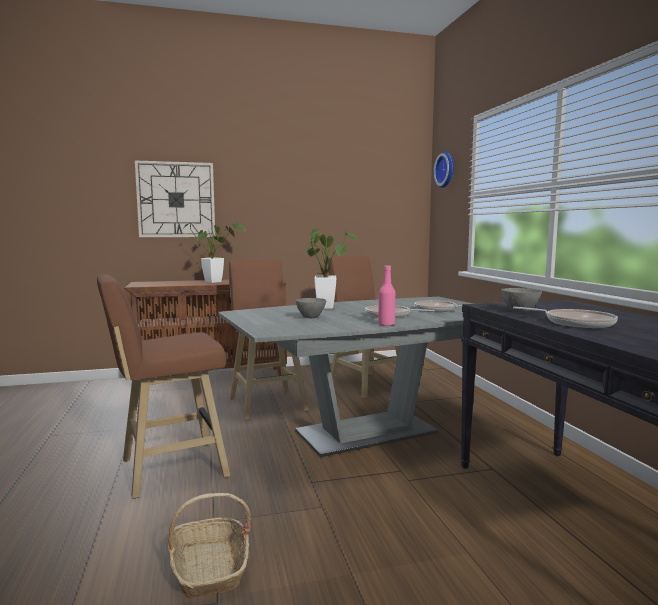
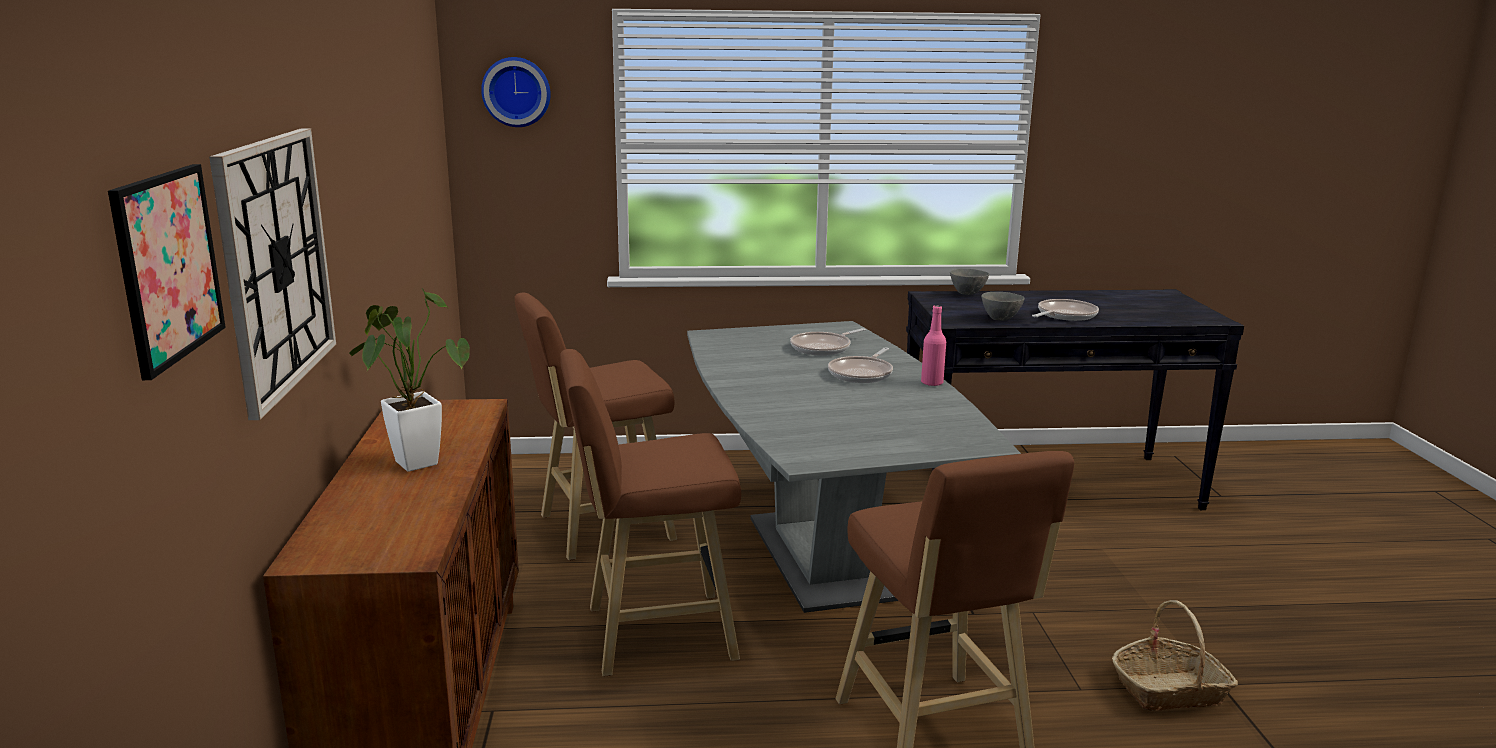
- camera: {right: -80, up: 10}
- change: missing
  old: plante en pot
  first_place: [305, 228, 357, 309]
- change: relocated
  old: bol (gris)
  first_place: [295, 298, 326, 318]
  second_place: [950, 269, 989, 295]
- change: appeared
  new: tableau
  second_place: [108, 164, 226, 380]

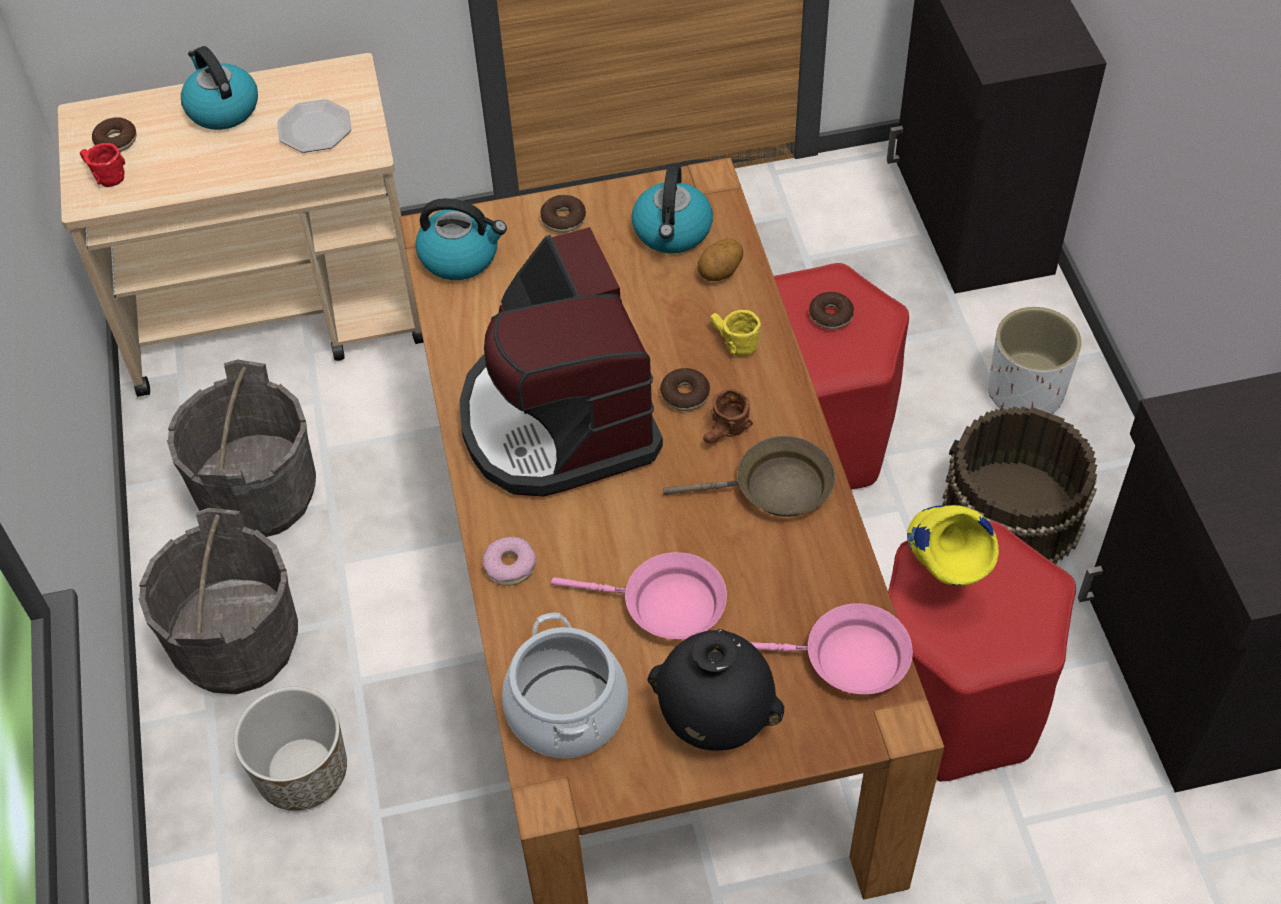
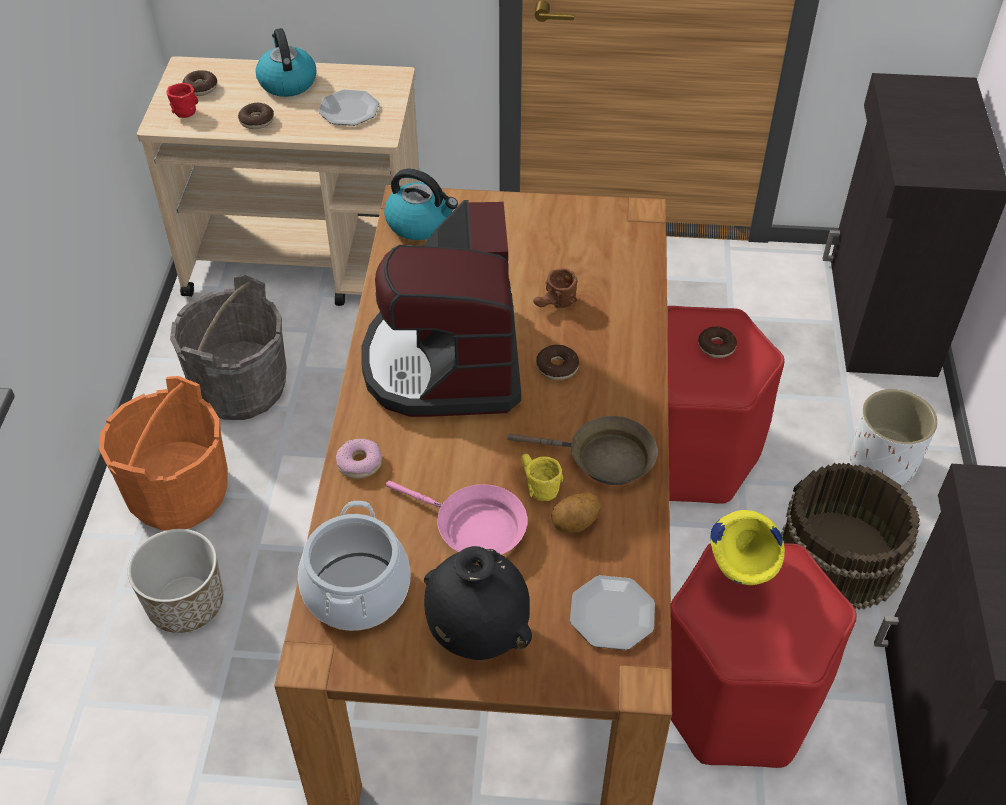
- camera: {right: 15, up: -5}
- change: missing
  old: bouilloire
  first_place: [632, 164, 713, 253]
- change: relocated
  old: beignet
  first_place: [540, 195, 586, 233]
  second_place: [238, 103, 274, 129]
- change: relocated
  old: pomme de terre
  first_place: [698, 238, 743, 281]
  second_place: [551, 492, 602, 533]
- change: relocated
  old: mug (jaune)
  first_place: [710, 310, 761, 357]
  second_place: [521, 454, 563, 501]
- change: relocated
  old: mug (marron)
  first_place: [703, 389, 753, 444]
  second_place: [533, 268, 577, 308]
- change: colour
  old: seau (gris)
  new: seau (orange)
  first_place: [138, 508, 298, 694]
  second_place: [99, 376, 228, 531]
- change: exchanged
  old: poêle (rose)
  new: assiette
  first_place: [750, 604, 913, 694]
  second_place: [570, 575, 655, 650]

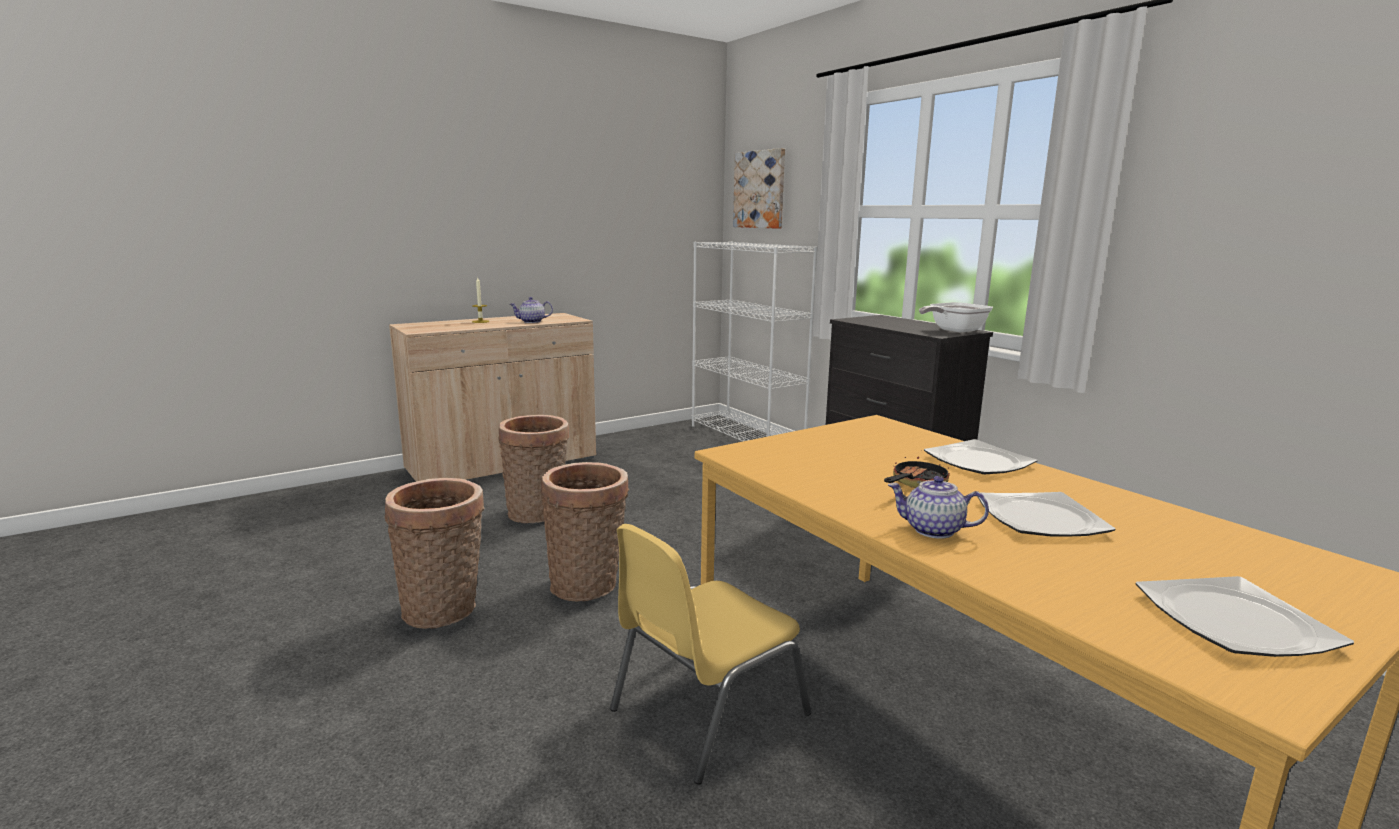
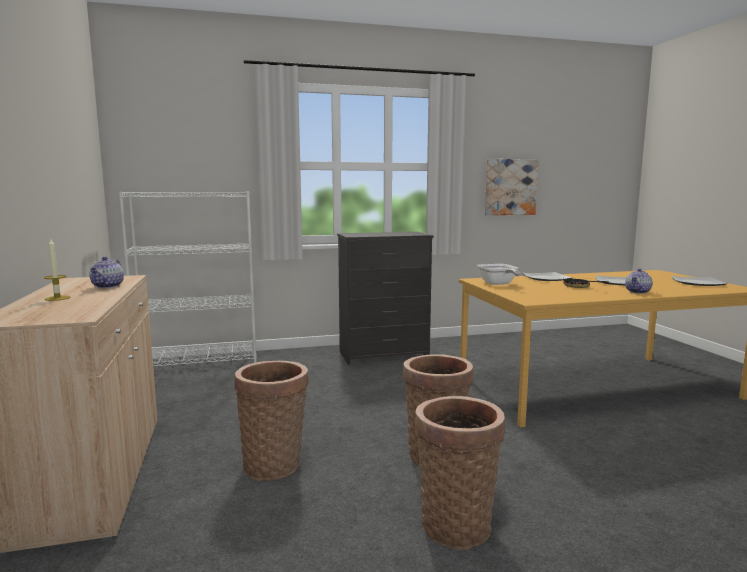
- camera: {right: -70, up: -5}
- change: relocated
  old: tableau
  first_place: [733, 148, 785, 229]
  second_place: [485, 159, 539, 215]
- change: relocated
  old: poêle
  first_place: [919, 302, 993, 333]
  second_place: [477, 264, 520, 285]
- change: missing
  old: chaise (jaune)
  first_place: [610, 524, 811, 785]

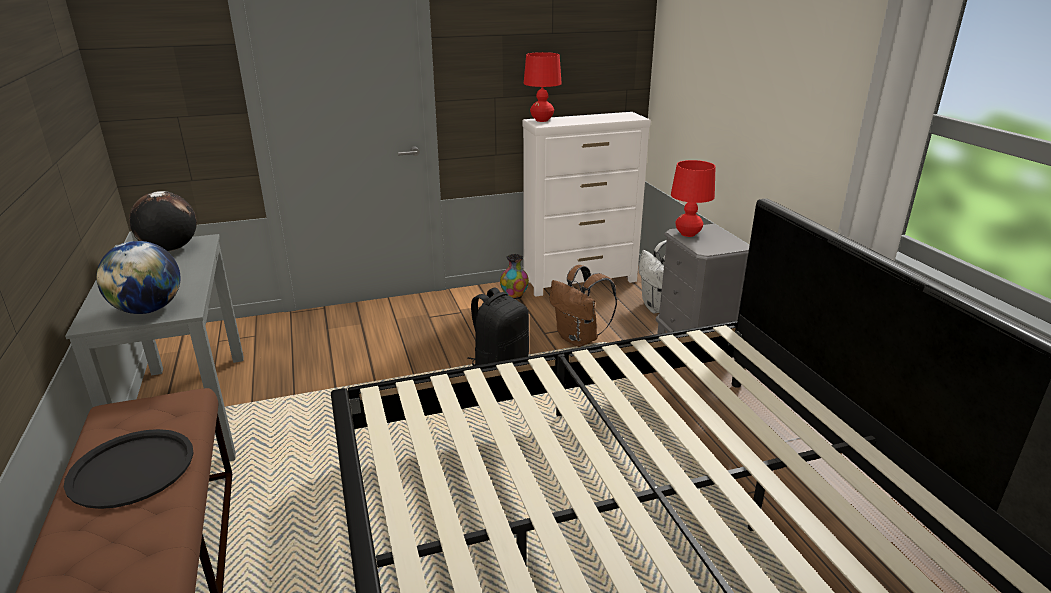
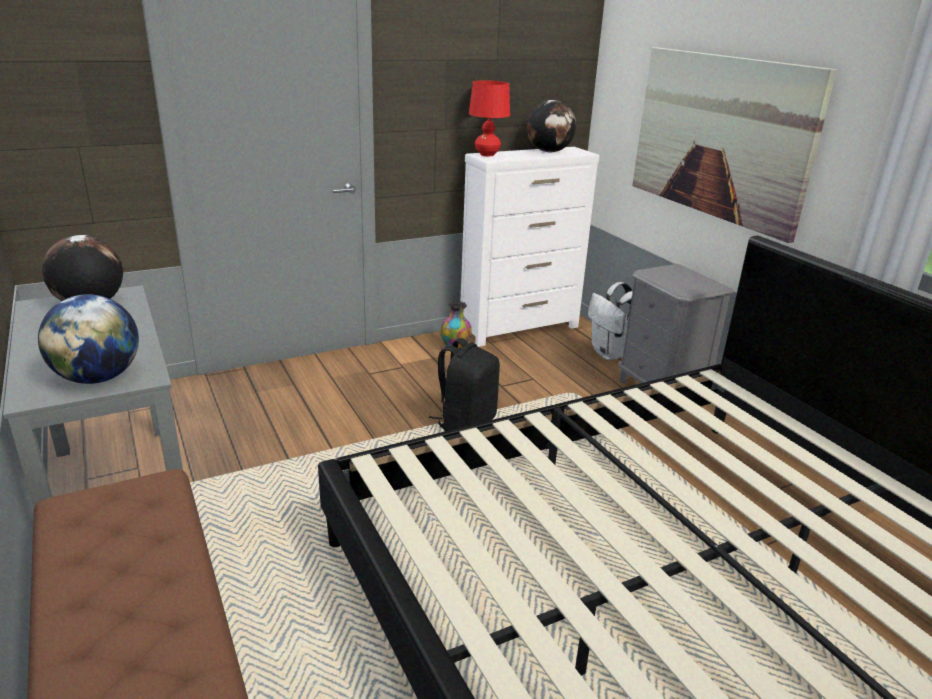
- camera: {right: -10, up: 0}
- change: missing
  old: lampe de table (rouge)
  first_place: [671, 160, 716, 237]
- change: missing
  old: sac à dos (marron)
  first_place: [550, 265, 617, 347]
- change: missing
  old: plateau (noir)
  first_place: [64, 429, 194, 509]
- change: appeared
  new: tableau
  second_place: [632, 47, 837, 243]
- change: appeared
  new: globe
  second_place: [527, 100, 576, 152]

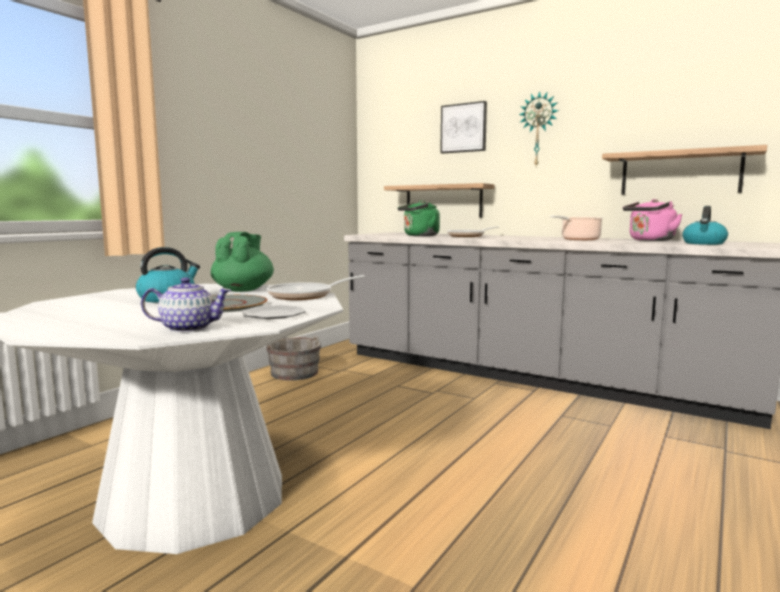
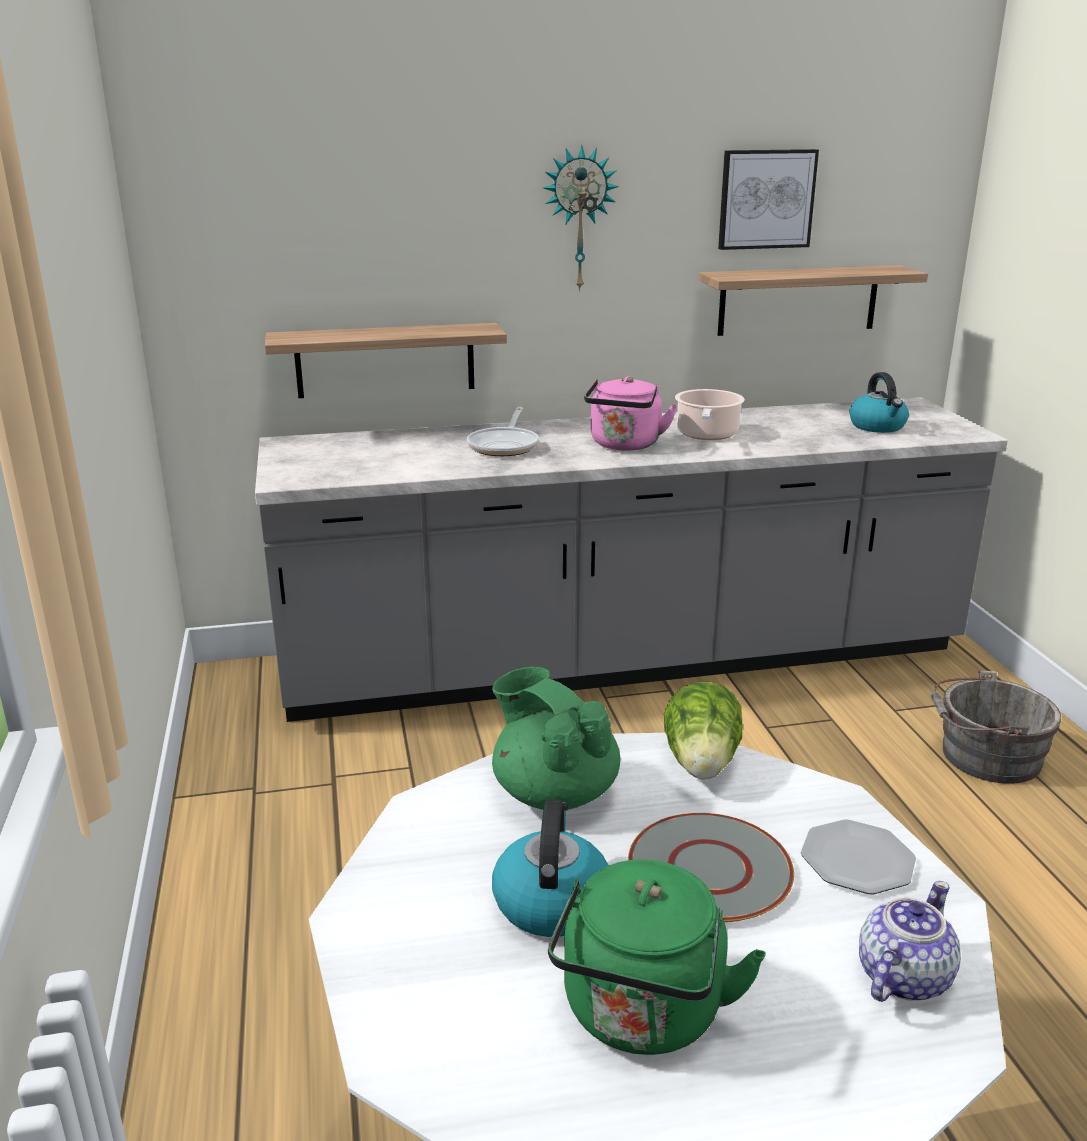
- camera: {right: -45, up: 15}
- change: relocated
  old: tableau
  first_place: [440, 101, 487, 154]
  second_place: [718, 149, 819, 250]
- change: relocated
  old: bouilloire (rose)
  first_place: [623, 199, 683, 241]
  second_place: [584, 376, 677, 451]
- change: relocated
  old: bouilloire (vert)
  first_place: [398, 201, 440, 236]
  second_place: [548, 860, 766, 1055]
- change: exchanged
  old: poêle
  new: laitue
  first_place: [267, 275, 365, 300]
  second_place: [664, 682, 742, 779]
- change: relocated
  old: seau (gris)
  first_place: [266, 336, 321, 381]
  second_place: [931, 670, 1061, 784]

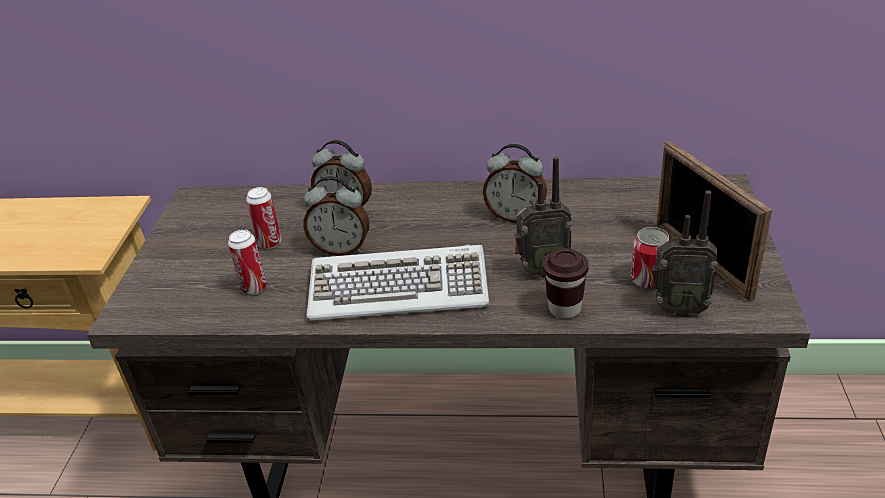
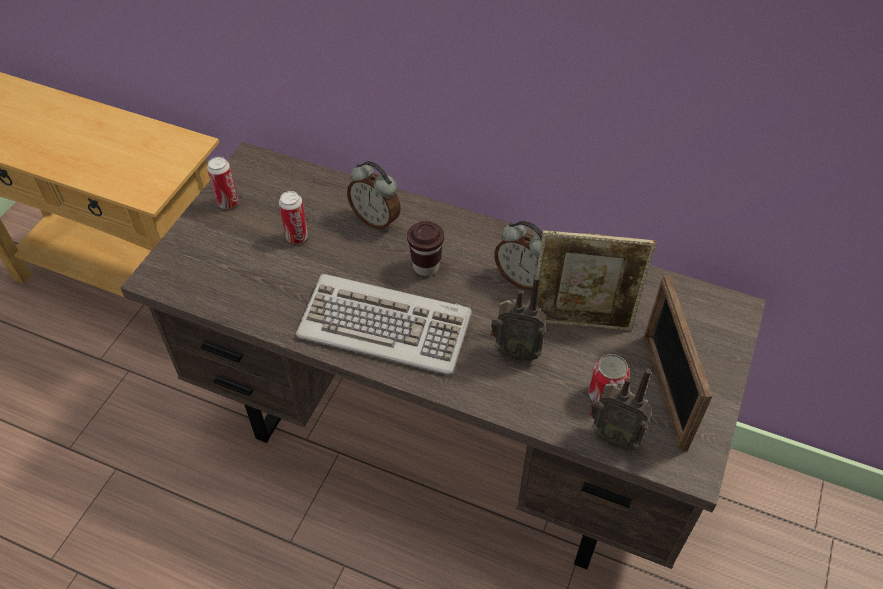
- camera: {right: 15, up: 15}
- change: missing
  old: réveil
  first_place: [304, 176, 369, 256]
- change: relocated
  old: boîte métallique
  first_place: [228, 229, 267, 295]
  second_place: [207, 157, 238, 209]
- change: relocated
  old: tasse (marron)
  first_place: [543, 248, 589, 319]
  second_place: [407, 221, 444, 276]
- change: appeared
  new: cadre photo
  second_place: [536, 230, 656, 331]

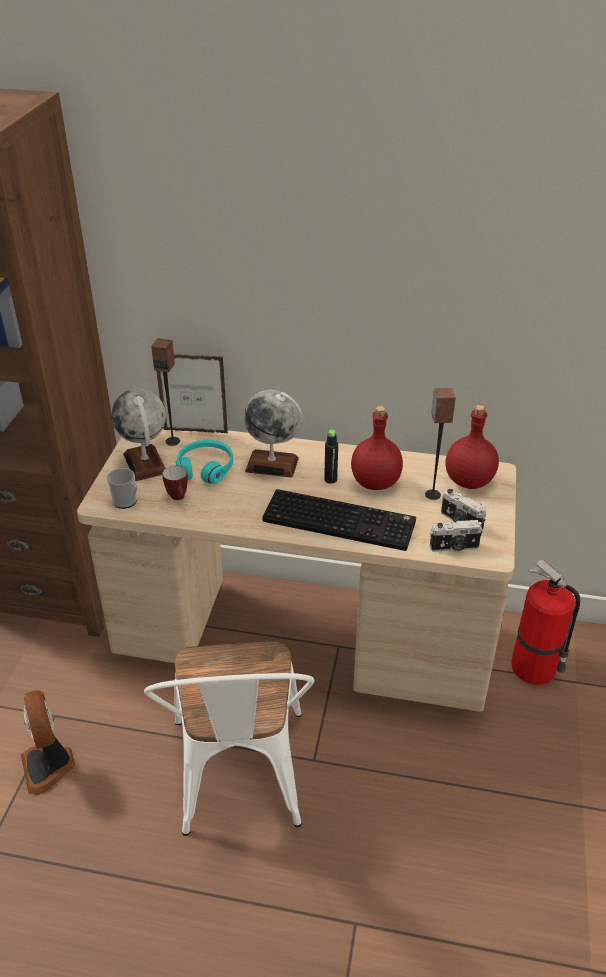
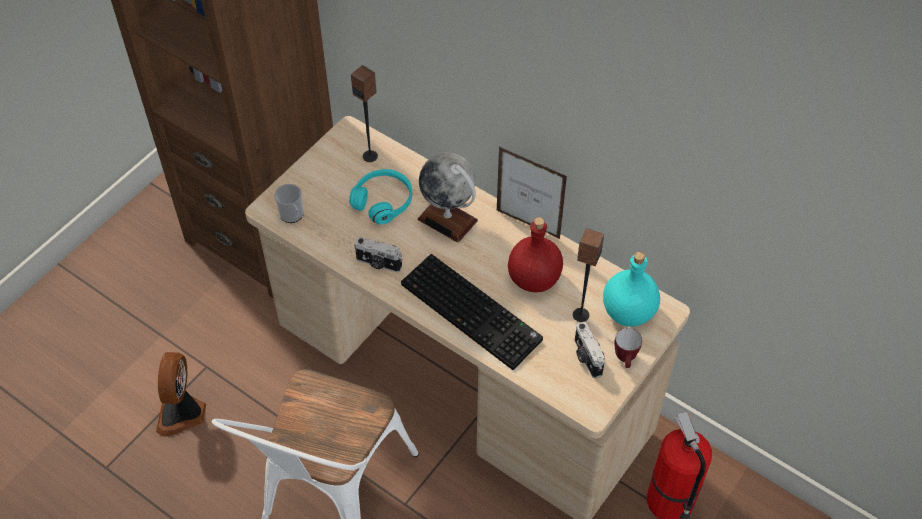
- camera: {right: 25, up: 15}
- change: relocated
  old: cadre photo
  first_place: [157, 354, 228, 433]
  second_place: [497, 147, 567, 239]
- change: missing
  old: globe
  first_place: [111, 389, 166, 481]
- change: colour
  old: bouteille (rouge)
  new: bouteille (turquoise)
  first_place: [445, 405, 499, 489]
  second_place: [603, 252, 660, 327]
- change: missing
  old: bouteille (noir)
  first_place: [324, 430, 338, 484]
- change: relocated
  old: mug
  first_place: [162, 465, 188, 500]
  second_place: [614, 328, 642, 368]
- change: relocated
  old: appareil photo
  first_place: [430, 520, 483, 552]
  second_place: [354, 237, 403, 272]

